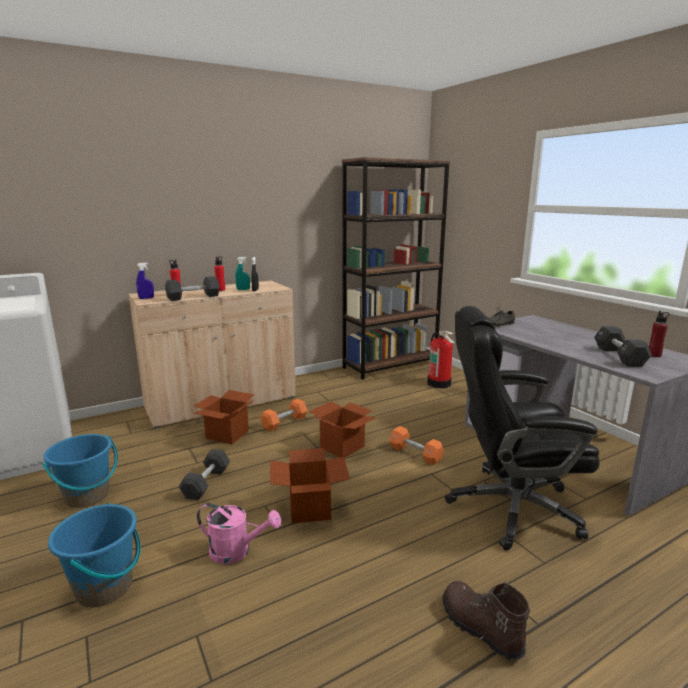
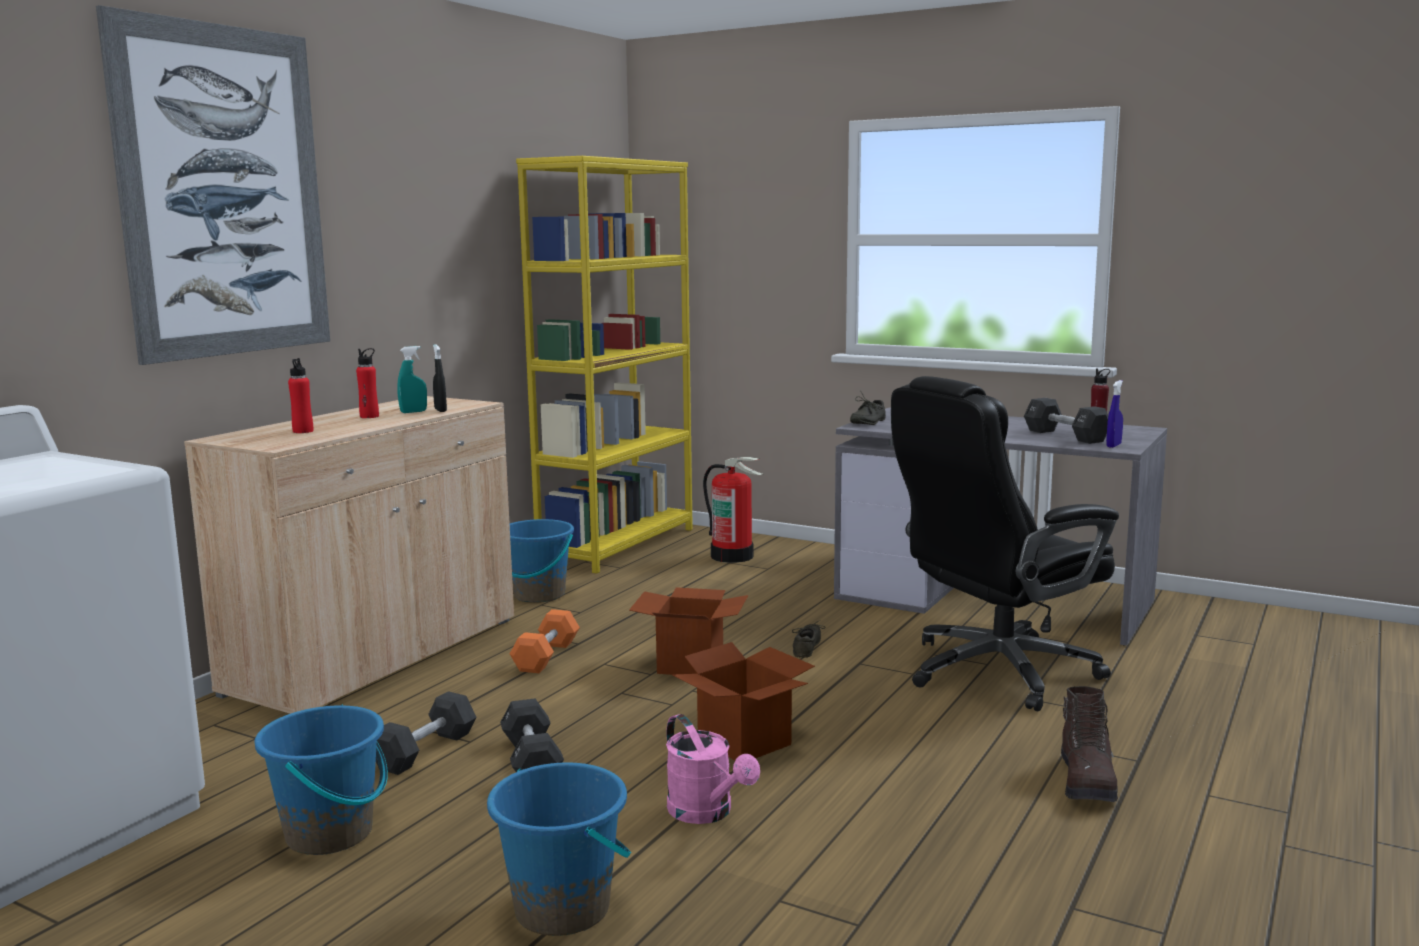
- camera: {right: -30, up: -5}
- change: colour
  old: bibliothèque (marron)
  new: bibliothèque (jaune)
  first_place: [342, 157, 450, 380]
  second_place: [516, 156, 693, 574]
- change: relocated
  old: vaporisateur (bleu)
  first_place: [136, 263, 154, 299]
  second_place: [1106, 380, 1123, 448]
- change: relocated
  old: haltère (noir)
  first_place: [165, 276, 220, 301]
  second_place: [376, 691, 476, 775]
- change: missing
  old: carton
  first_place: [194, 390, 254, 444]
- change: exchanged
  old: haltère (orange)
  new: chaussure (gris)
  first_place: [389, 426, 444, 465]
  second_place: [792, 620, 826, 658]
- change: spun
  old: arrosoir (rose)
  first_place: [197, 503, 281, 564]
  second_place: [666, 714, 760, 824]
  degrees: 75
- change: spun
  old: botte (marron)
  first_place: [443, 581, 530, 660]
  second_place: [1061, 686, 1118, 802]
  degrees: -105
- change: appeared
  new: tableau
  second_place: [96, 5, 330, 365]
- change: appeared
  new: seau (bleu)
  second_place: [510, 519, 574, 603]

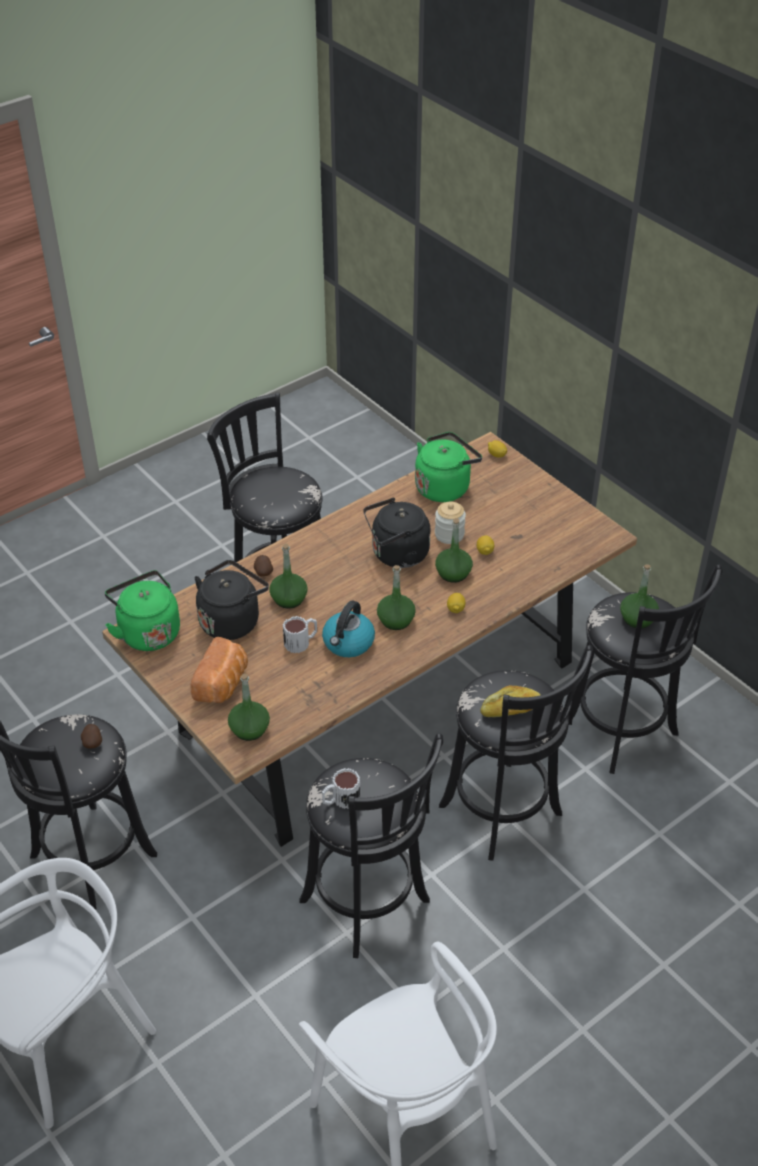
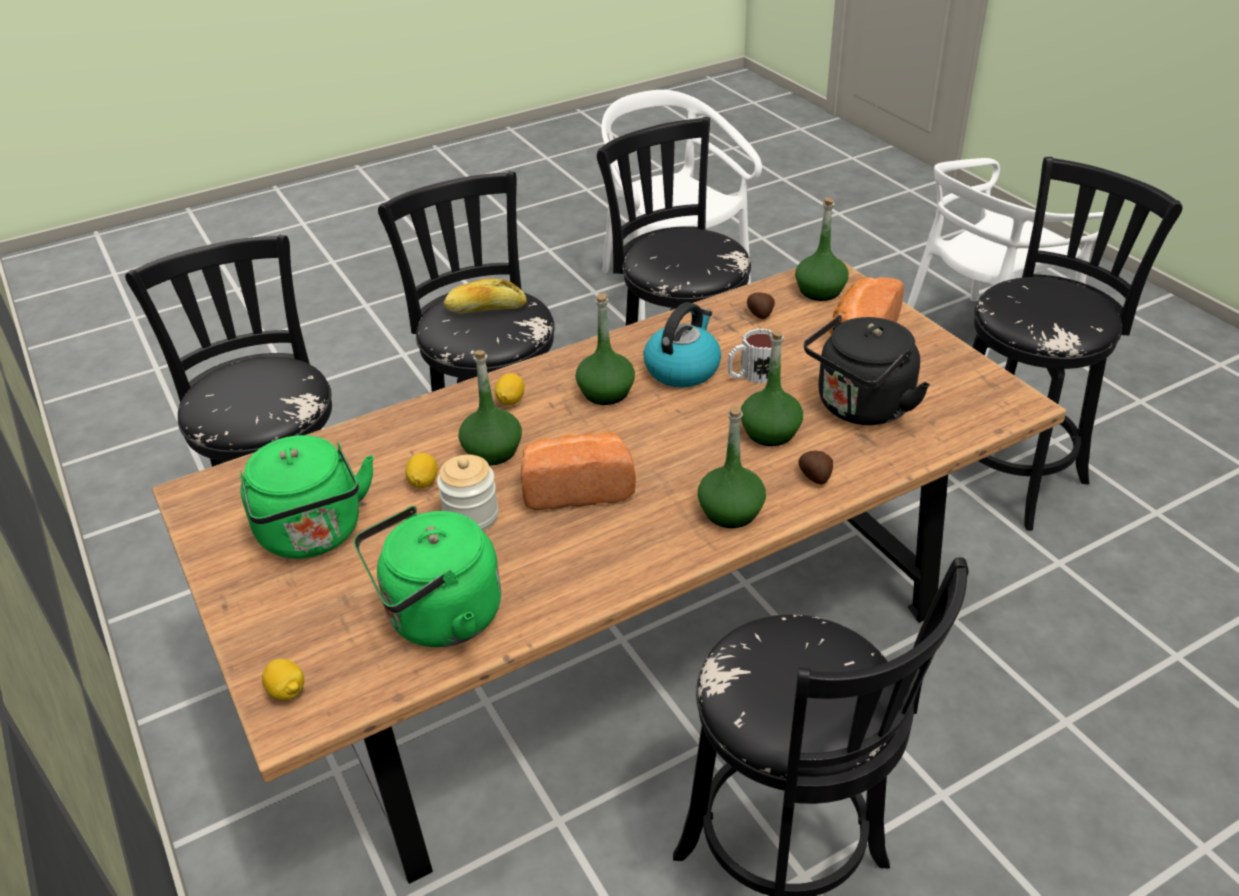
- camera: {right: -170, up: -5}
- change: exchanged
  old: bouilloire (noir)
  new: pain
  first_place: [363, 498, 430, 568]
  second_place: [521, 432, 636, 510]
- change: relocated
  old: bouteille (vert)
  first_place: [620, 564, 659, 628]
  second_place: [698, 406, 766, 528]
- change: relocated
  old: bouilloire (vert)
  first_place: [105, 570, 180, 651]
  second_place: [239, 435, 374, 559]
- change: relocated
  old: pomme de terre
  first_place: [81, 724, 102, 749]
  second_place: [747, 292, 775, 319]
- change: missing
  old: mug
  first_place: [322, 768, 360, 809]

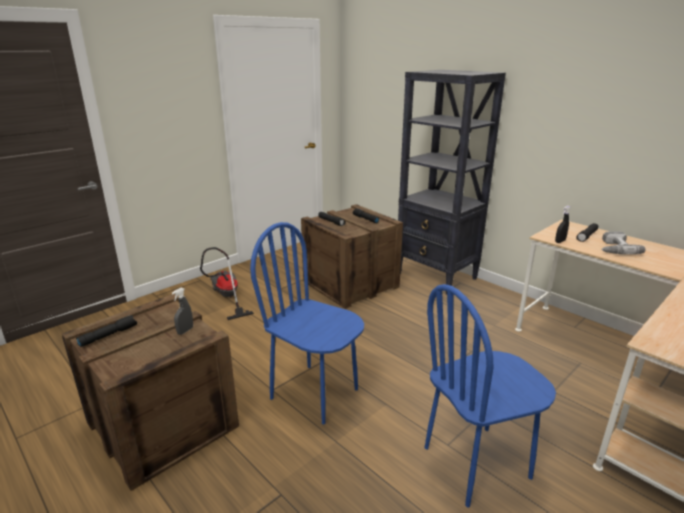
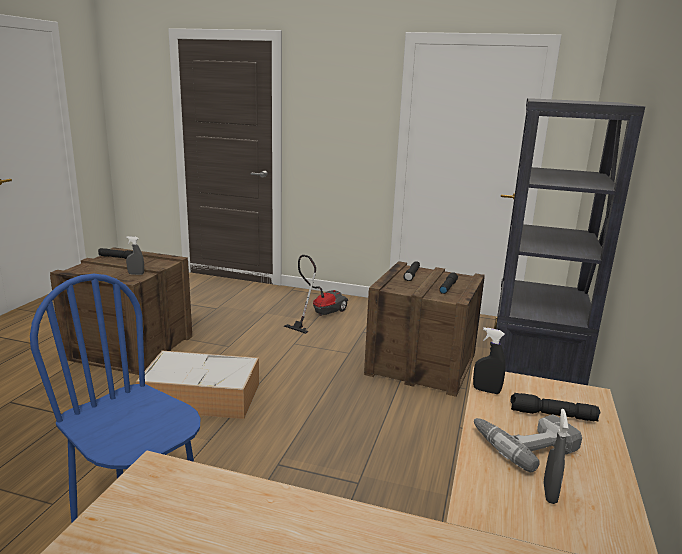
- camera: {right: 60, up: -5}
- change: exchanged
  old: chaise (bleu)
  new: boîte de rangement
  first_place: [250, 222, 364, 424]
  second_place: [136, 351, 259, 419]
- change: appeared
  new: vaporisateur (gris)
  second_place: [544, 409, 568, 504]

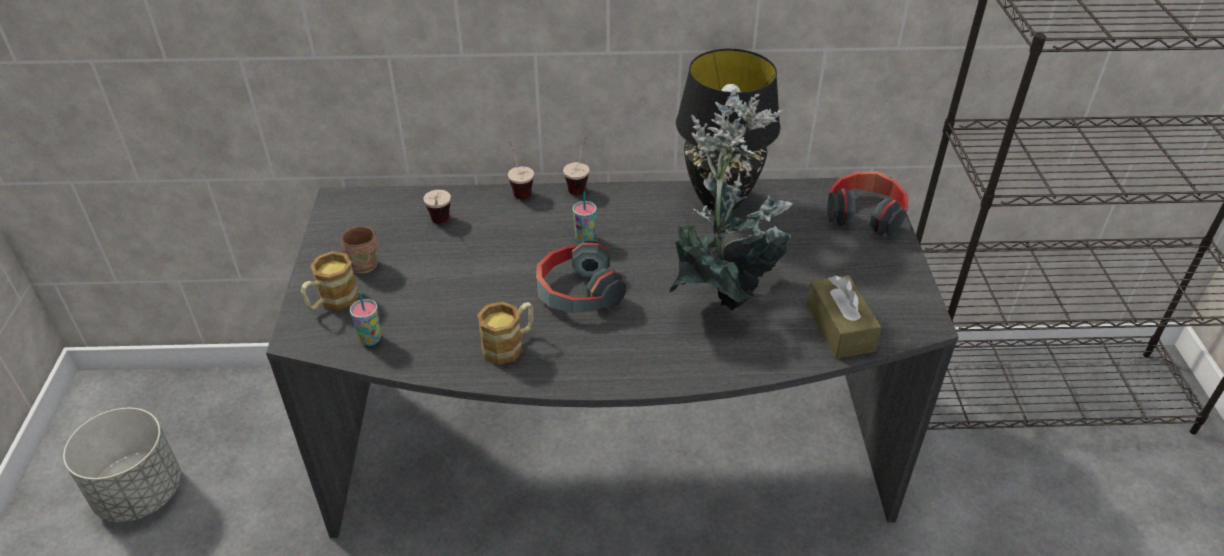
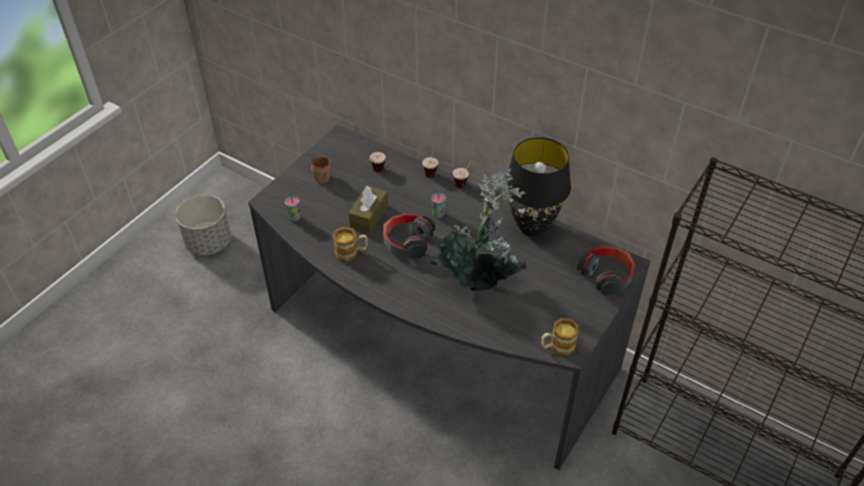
- camera: {right: 35, up: 5}
- change: relocated
  old: mug
  first_place: [301, 251, 359, 311]
  second_place: [541, 318, 579, 356]
- change: relocated
  old: boîte à mouchoirs (marron)
  first_place: [807, 275, 882, 359]
  second_place: [349, 186, 388, 232]

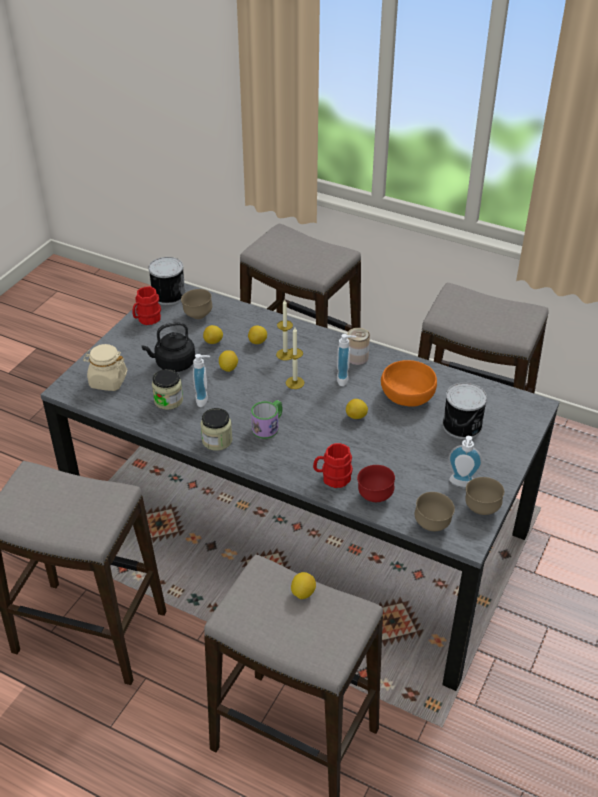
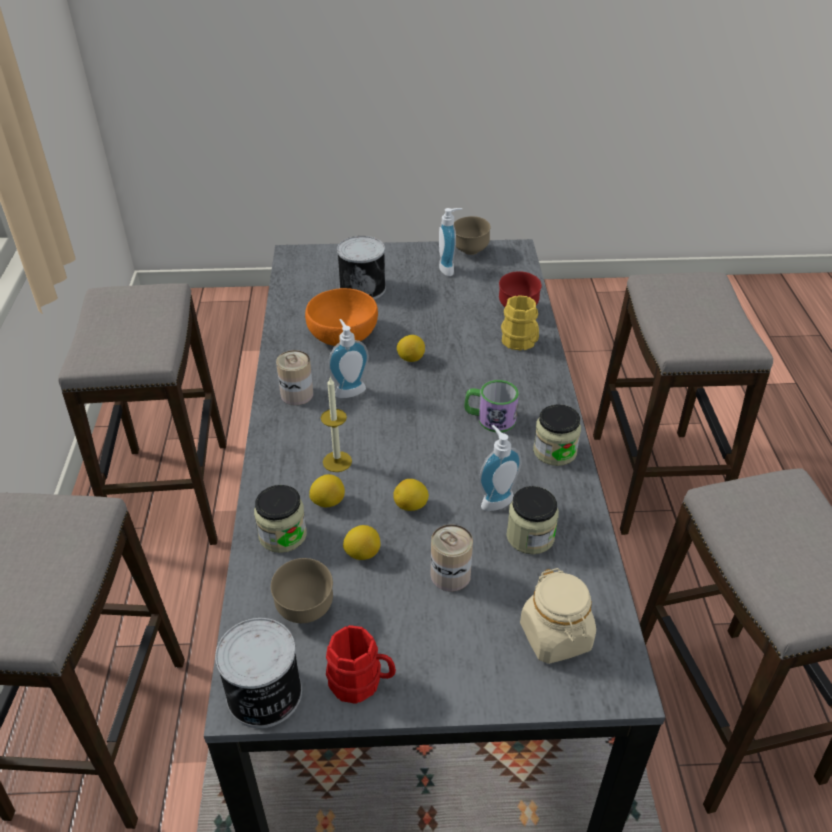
- camera: {right: -120, up: 0}
- change: exchanged
  old: bouilloire (noir)
  new: boîte métallique
  first_place: [142, 322, 195, 372]
  second_place: [431, 524, 473, 592]
- change: missing
  old: bougie
  first_place: [286, 328, 305, 389]
- change: colour
  old: mug (rouge)
  new: mug (jaune)
  first_place: [313, 443, 353, 488]
  second_place: [501, 295, 539, 350]
- change: missing
  old: bol (marron)
  first_place: [415, 492, 455, 531]
- change: missing
  old: citron
  first_place: [291, 572, 316, 599]
- change: appeared
  new: bocal
  second_place: [254, 485, 307, 553]

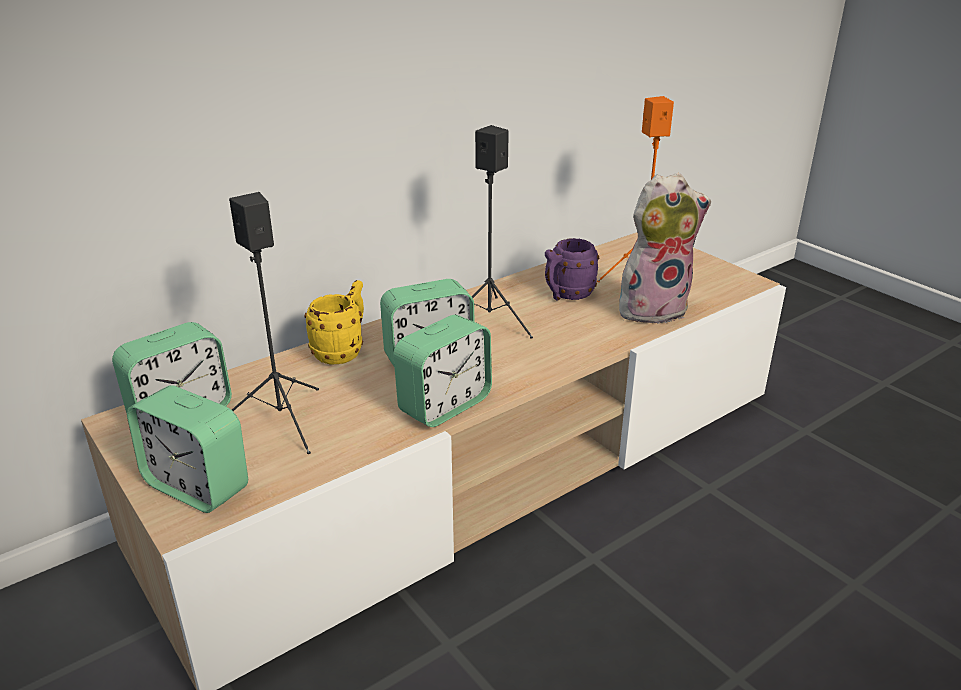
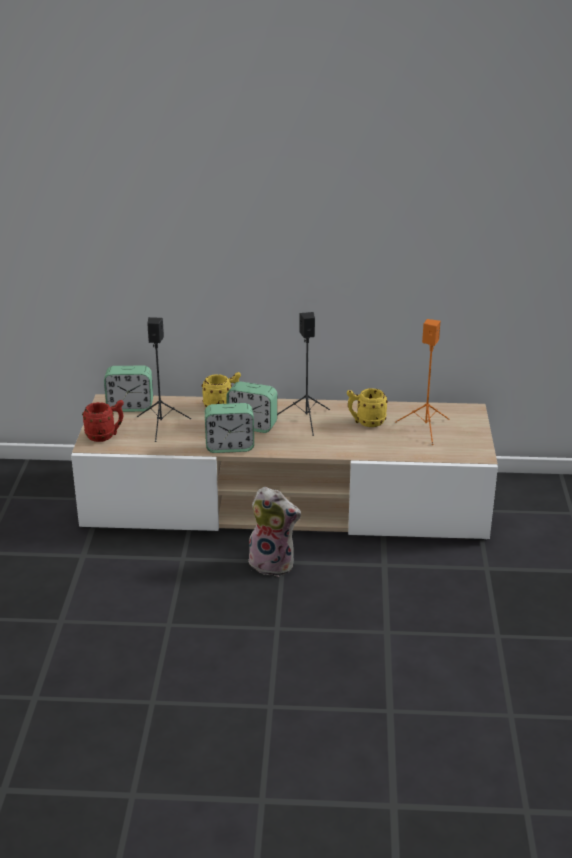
- camera: {right: 40, up: 0}
- change: relocated
  old: peluche
  first_place: [619, 173, 711, 326]
  second_place: [246, 487, 301, 577]
- change: colour
  old: mug (violet)
  new: mug (jaune)
  first_place: [545, 238, 599, 301]
  second_place: [347, 388, 388, 427]
- change: exchanged
  old: réveil
  new: mug (rouge)
  first_place: [127, 385, 248, 513]
  second_place: [82, 400, 124, 442]

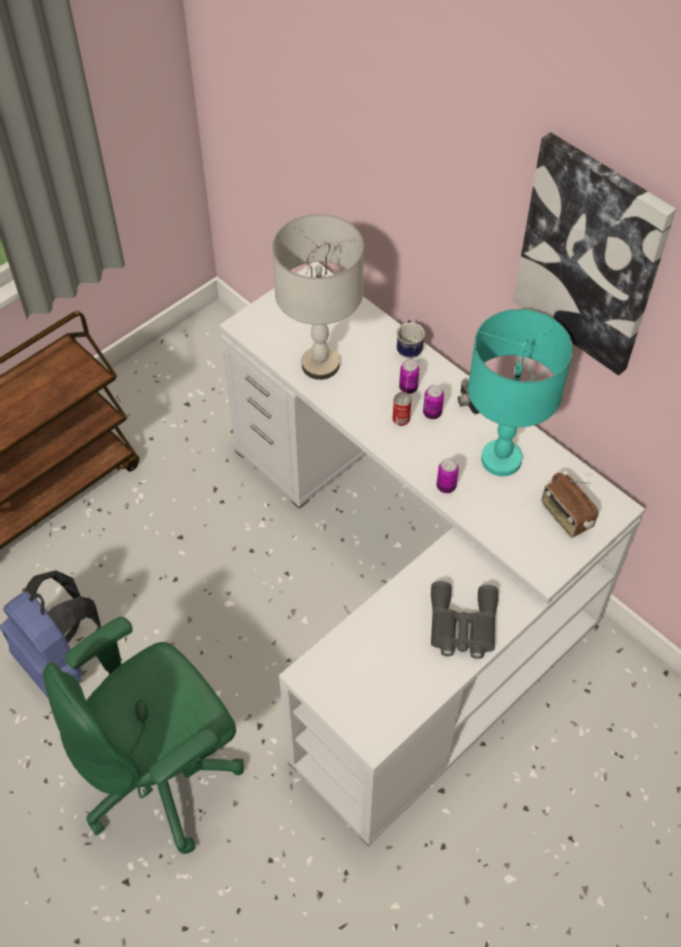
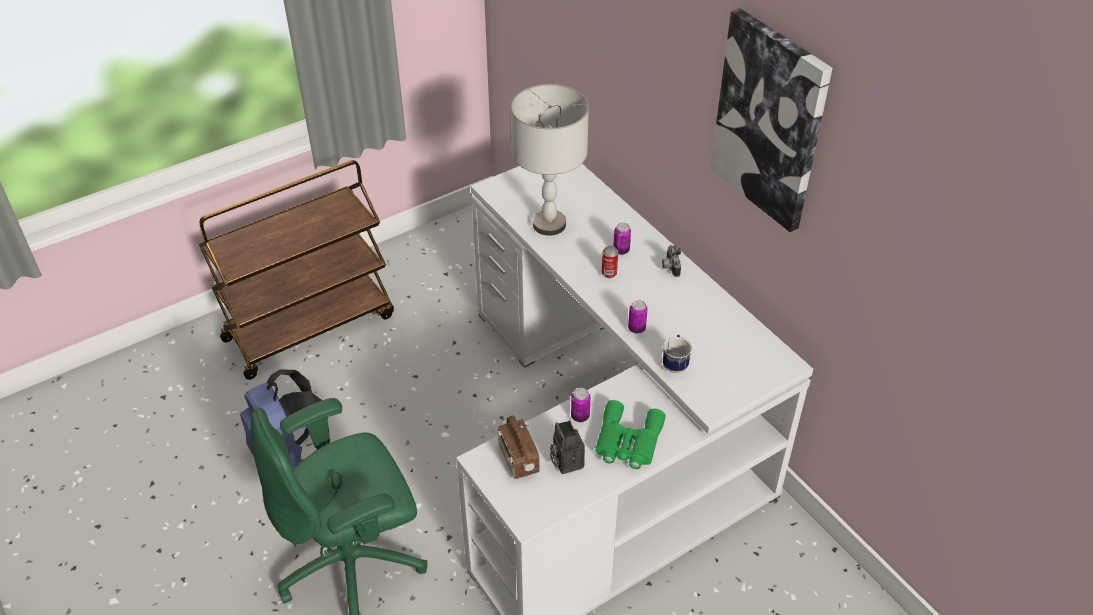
- camera: {right: 10, up: -10}
- change: missing
  old: lampe de table (turquoise)
  first_place: [468, 309, 573, 476]
- change: relocated
  old: mug
  first_place: [397, 320, 425, 359]
  second_place: [663, 335, 692, 373]
- change: relocated
  old: boîte métallique
  first_place: [423, 385, 444, 419]
  second_place: [571, 388, 590, 422]
- change: relocated
  old: radio
  first_place: [542, 473, 598, 538]
  second_place: [498, 416, 539, 479]
- change: colour
  old: jumelles (gris)
  new: jumelles (vert)
  first_place: [431, 581, 498, 659]
  second_place: [595, 400, 666, 469]
- change: appeared
  new: appareil photo
  second_place: [550, 421, 585, 474]

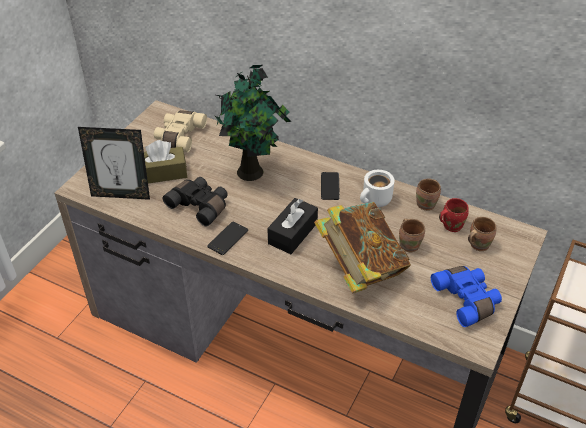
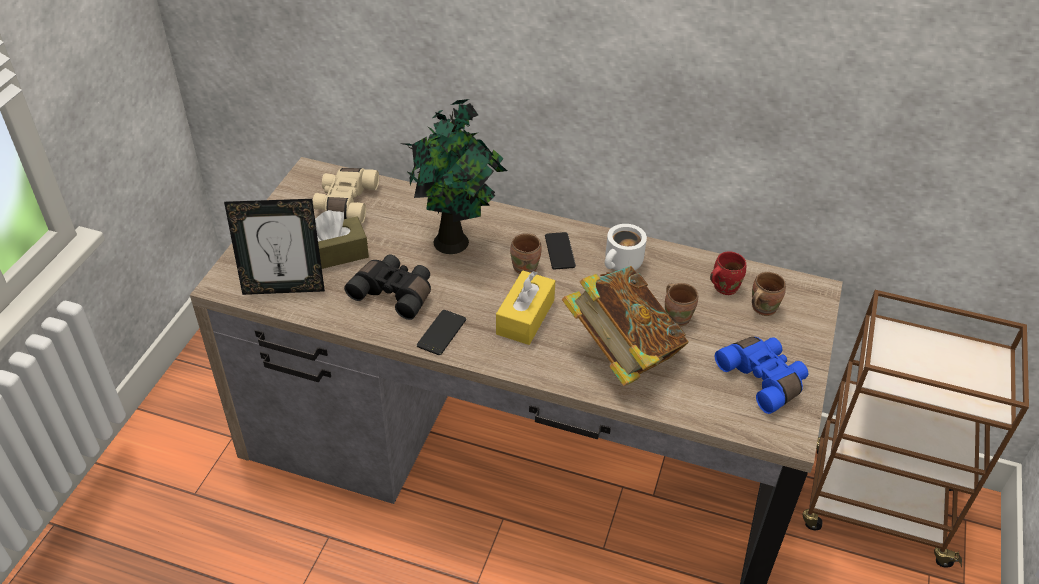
- camera: {right: -10, up: 0}
- change: relocated
  old: mug (marron)
  first_place: [416, 178, 441, 211]
  second_place: [510, 233, 541, 274]
- change: colour
  old: boîte à mouchoirs (noir)
  new: boîte à mouchoirs (jaune)
  first_place: [267, 198, 318, 254]
  second_place: [496, 271, 555, 345]

